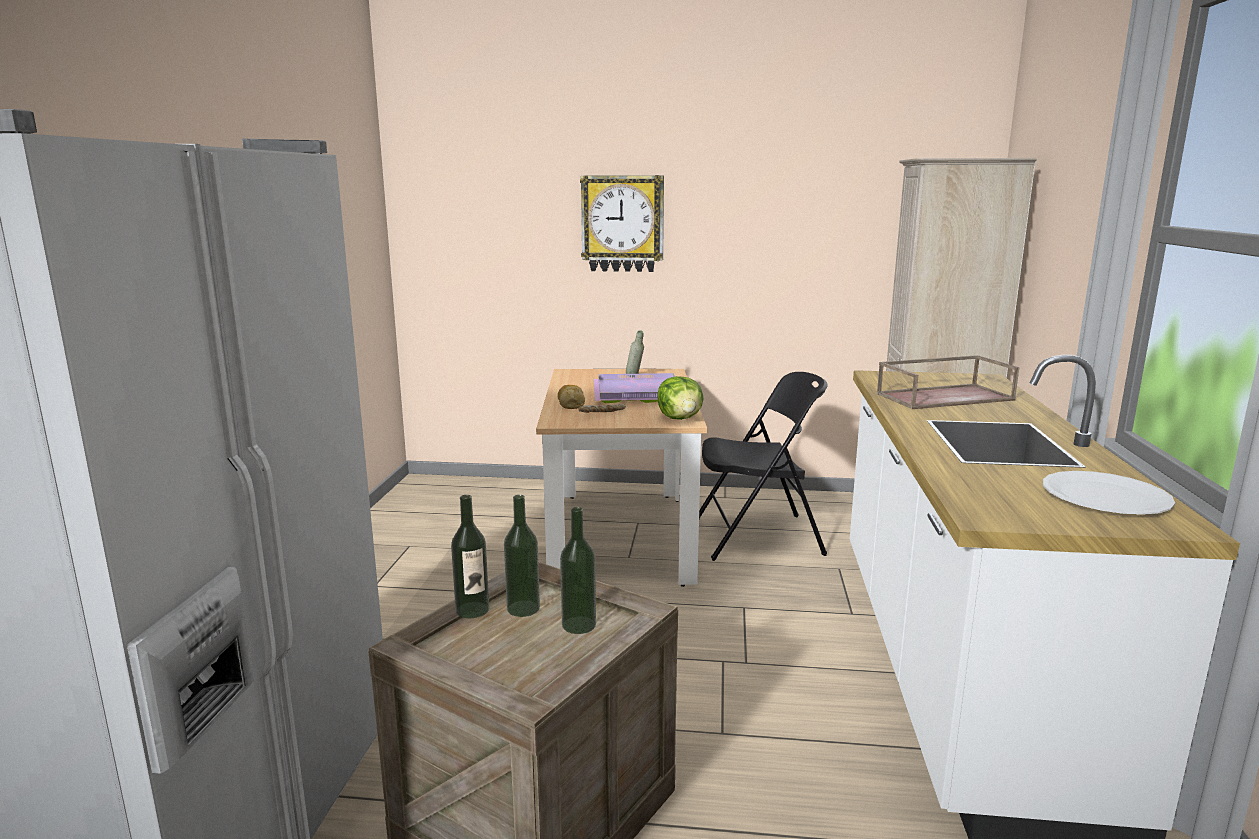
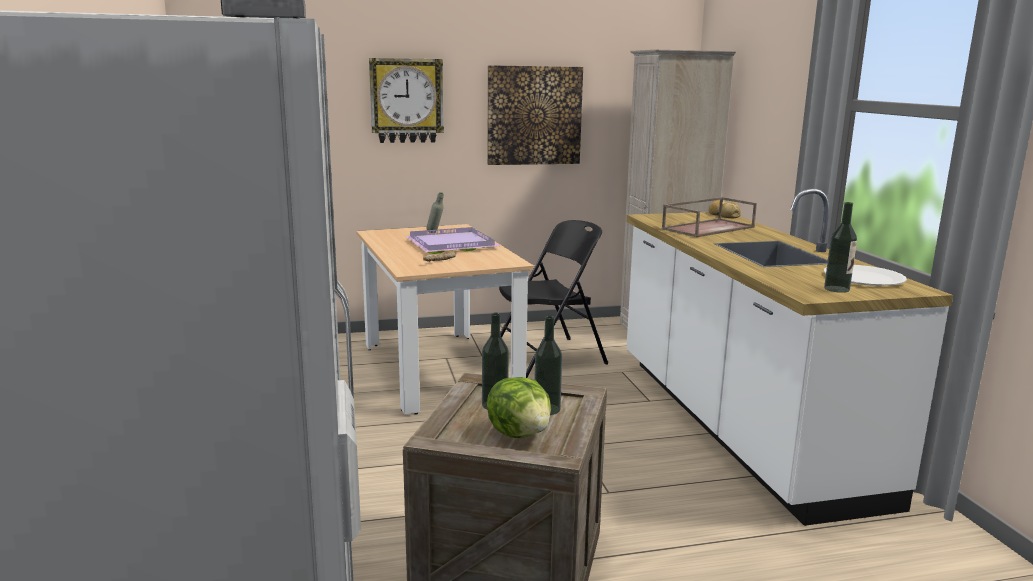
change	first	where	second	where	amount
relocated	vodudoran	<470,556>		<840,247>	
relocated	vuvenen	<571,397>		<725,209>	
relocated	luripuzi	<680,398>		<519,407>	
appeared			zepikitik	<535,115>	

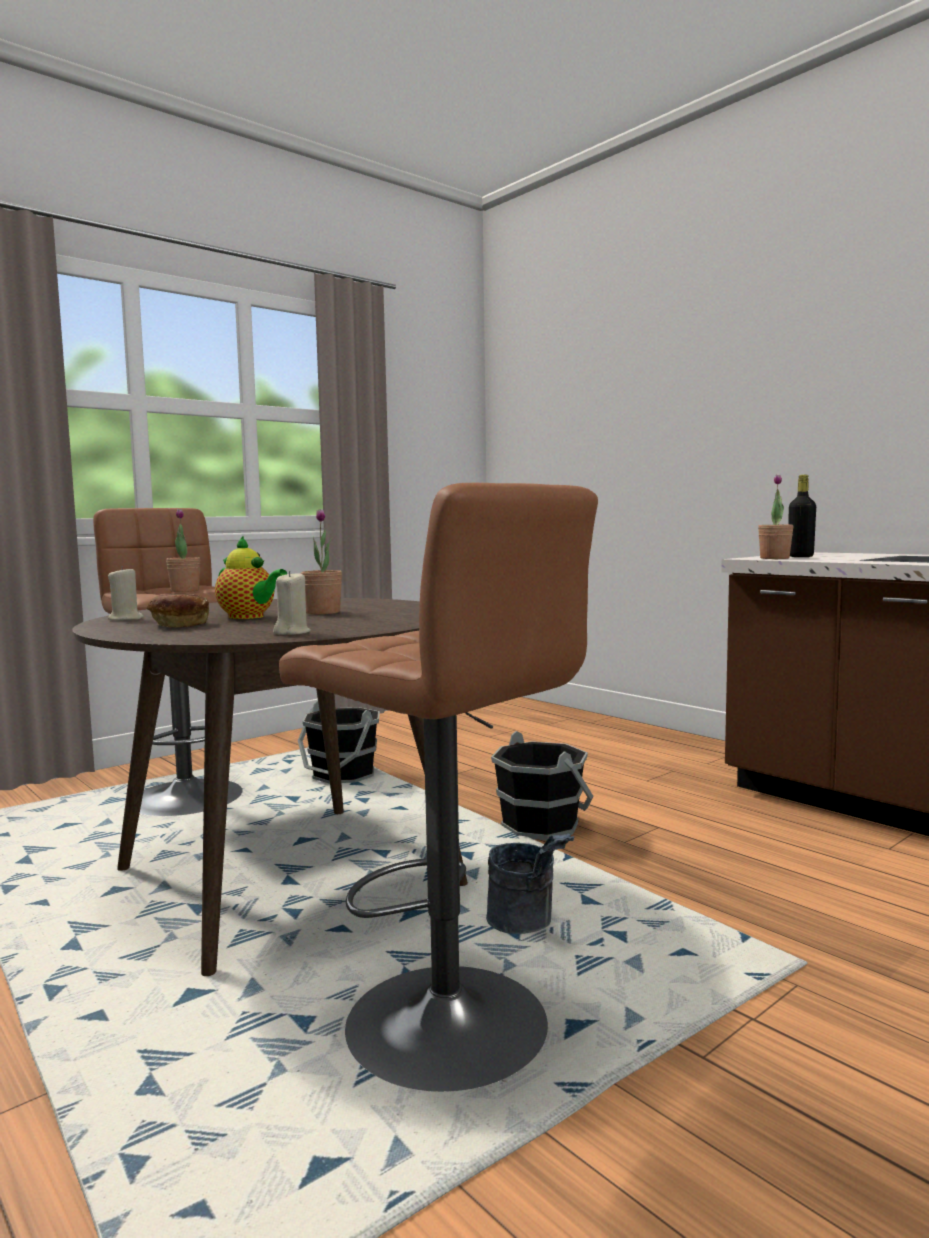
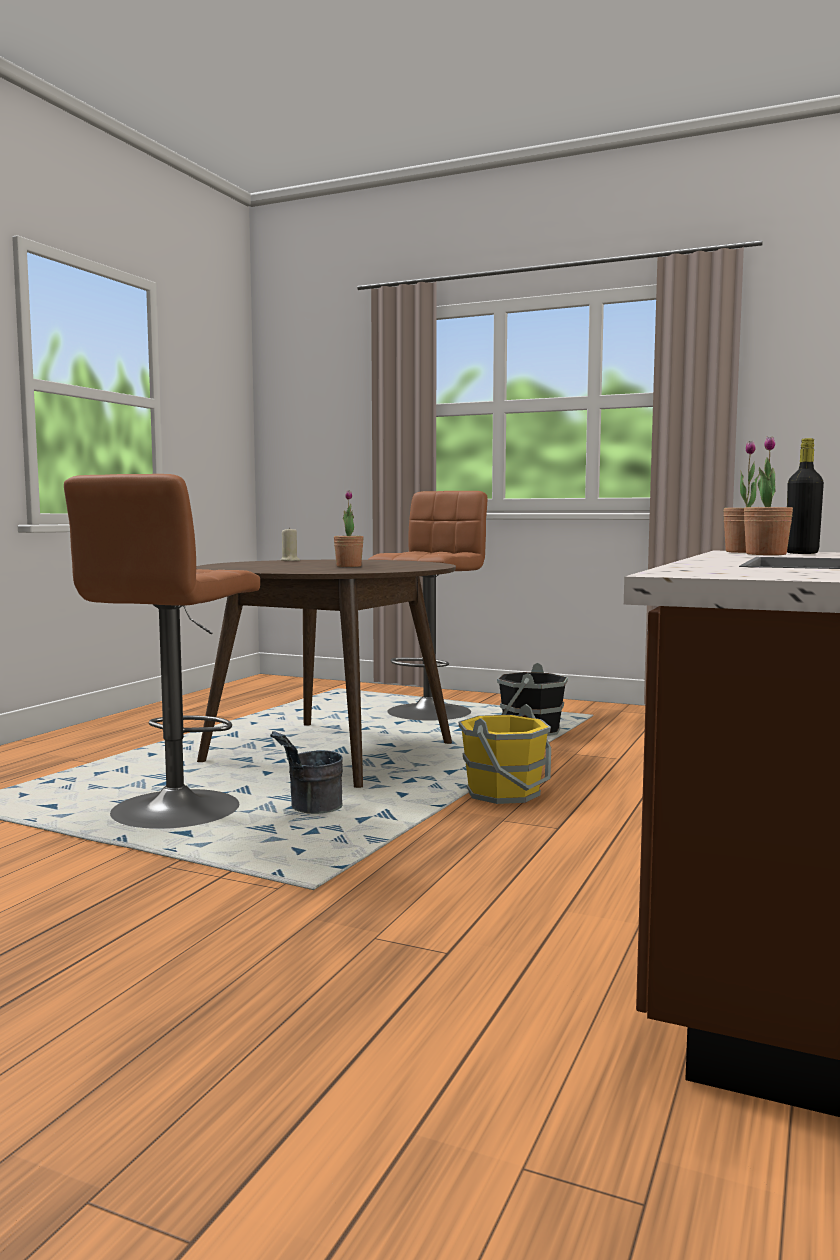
change	first	where	second	where	amount
missing	vuvenen	<177,611>			
relocated	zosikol	<183,550>		<768,495>	
missing	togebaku	<251,577>			
missing	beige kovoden	<292,603>			
colour	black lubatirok	<542,786>	yellow lubatirok	<504,754>	

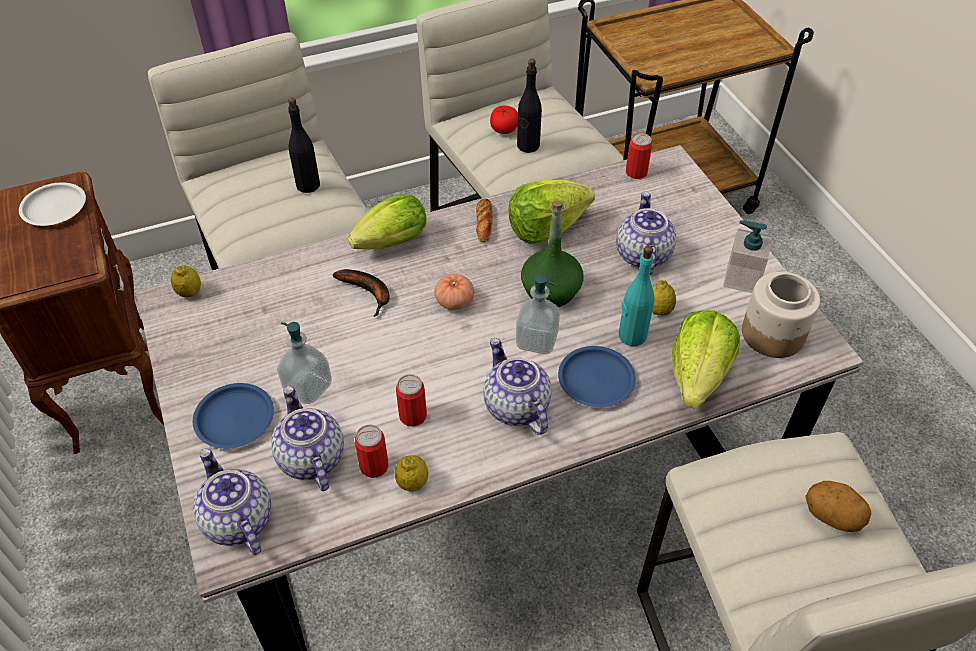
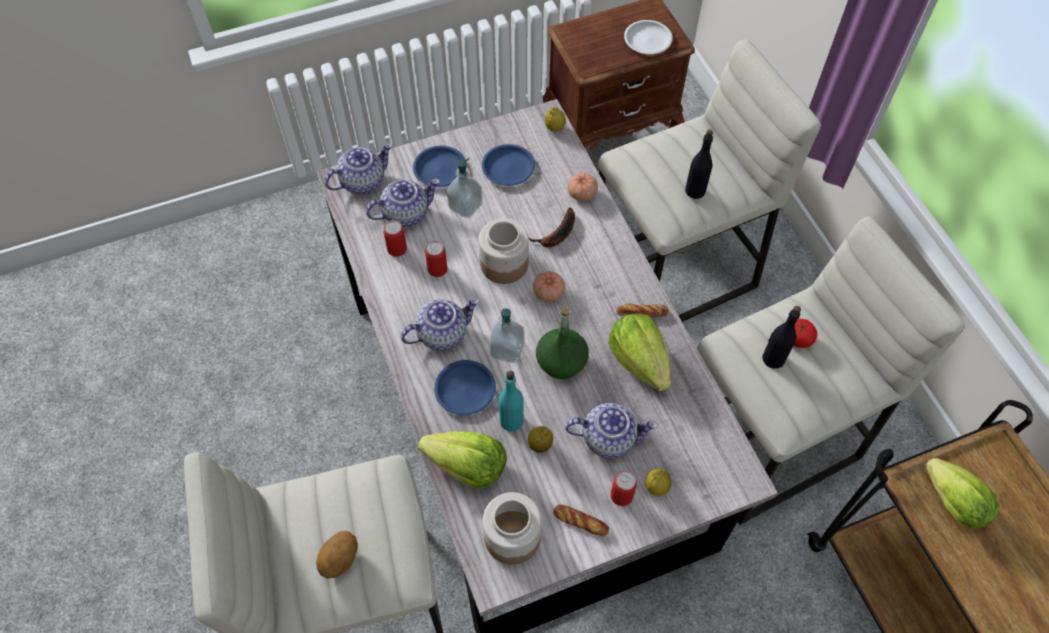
change	first	where	second	where	amount
relocated	luripuzi	<387,221>		<962,493>	
relocated	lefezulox	<412,473>		<658,482>	
relocated	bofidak	<639,156>		<624,488>	
exchanged	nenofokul	<747,256>	vuvenen	<581,521>	
appeared			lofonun	<504,251>	
appeared			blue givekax	<508,165>	
appeared			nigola	<582,187>	

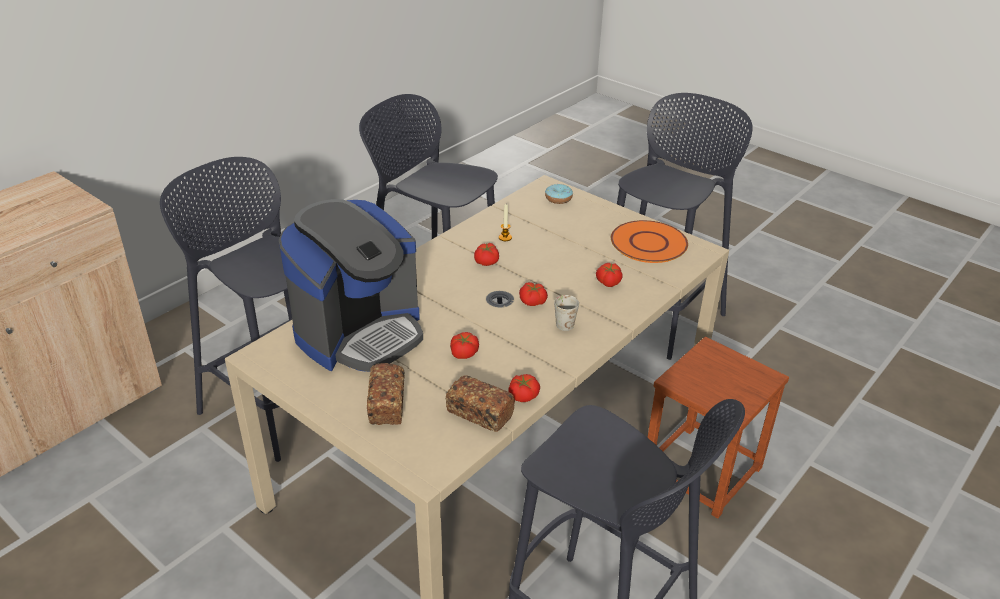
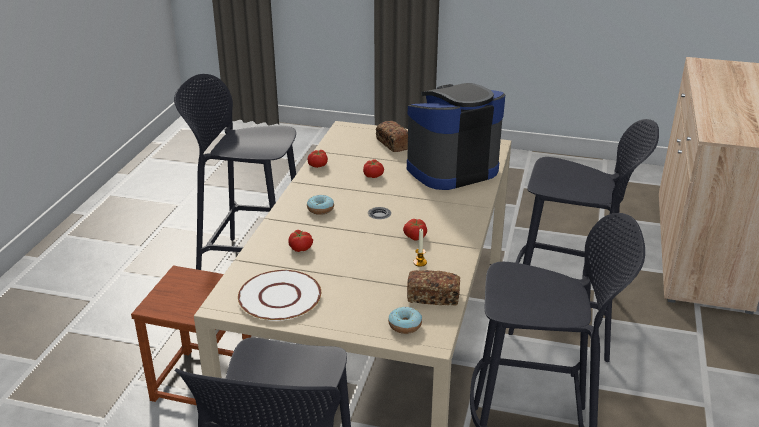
change	first	where	second	where	amount
spun	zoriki	<351,285>		<456,136>	45 degrees clockwise
relocated	vuvenen	<480,403>		<433,288>	
missing	nigola	<533,294>			
exchanged	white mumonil	<566,313>	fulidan	<320,205>	
colour	orange givekax	<649,241>	white givekax	<279,295>	

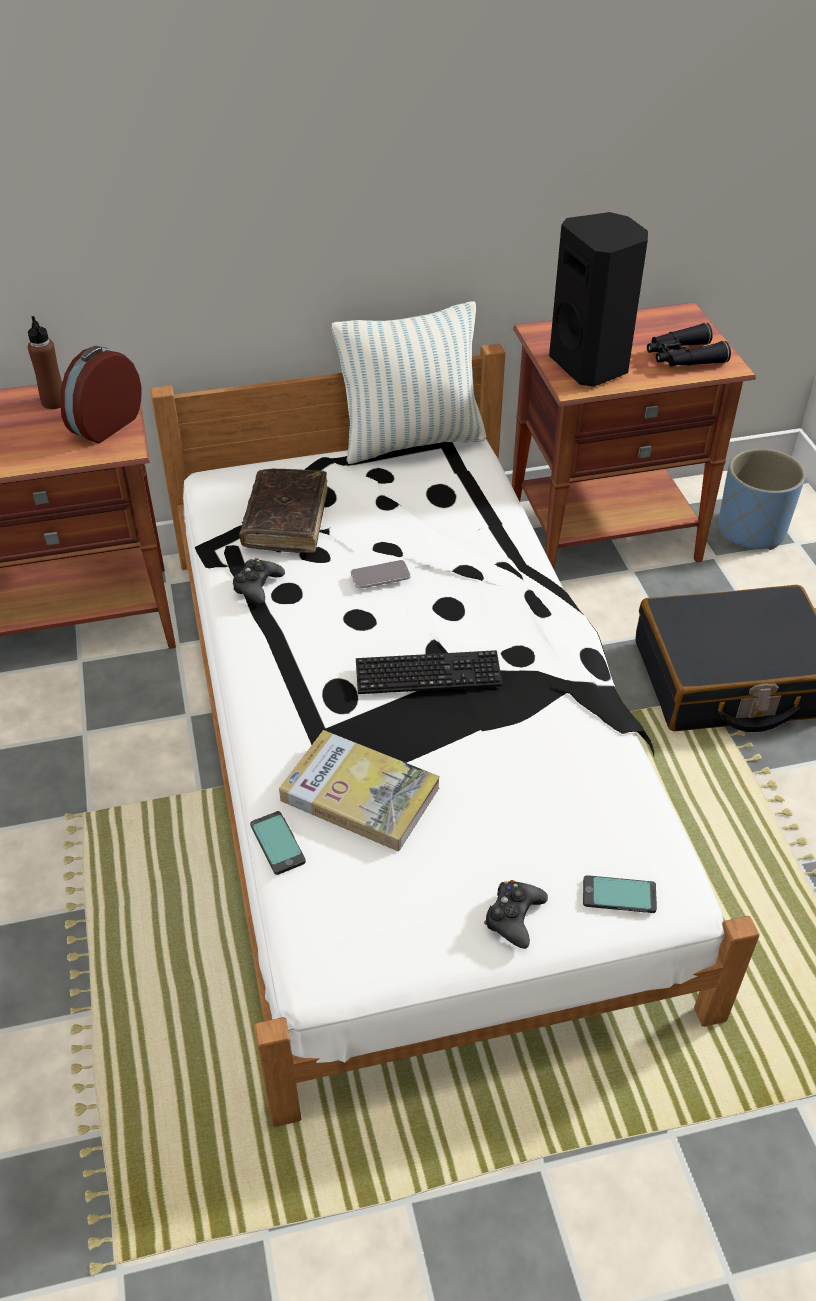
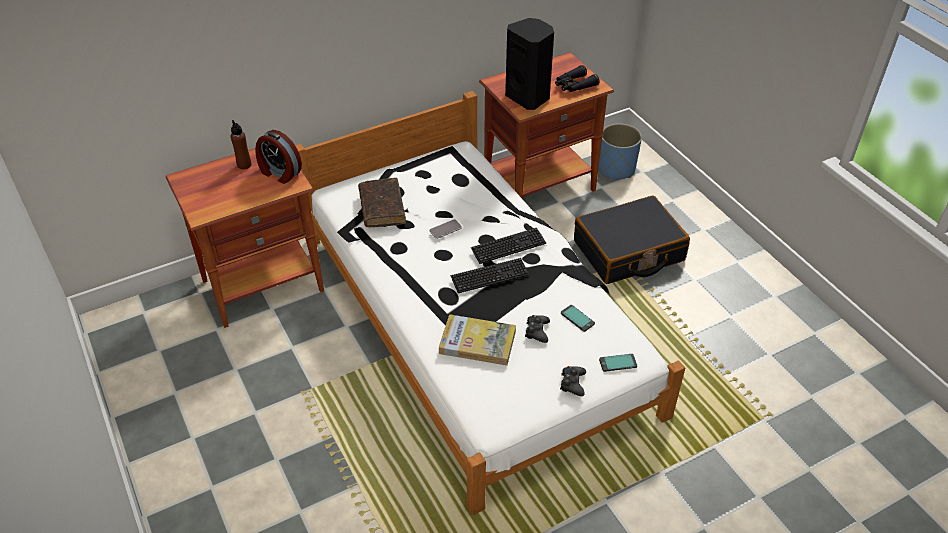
change	first	where	second	where	amount
spun	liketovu	<101,394>		<278,157>	75 degrees counterclockwise
relocated	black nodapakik	<259,581>		<537,329>	
relocated	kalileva	<278,843>		<578,318>	
missing	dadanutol	<409,382>			
appeared			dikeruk	<508,246>	

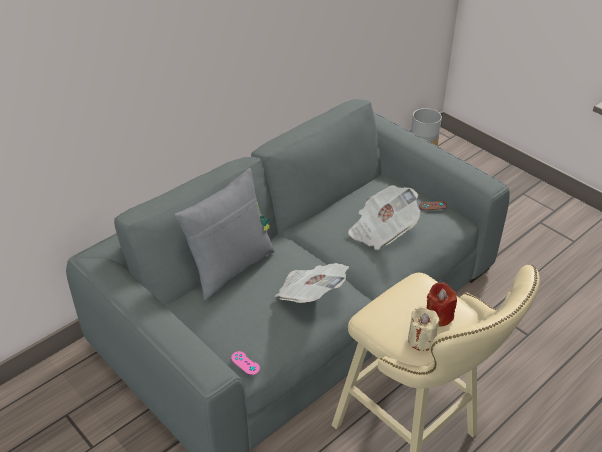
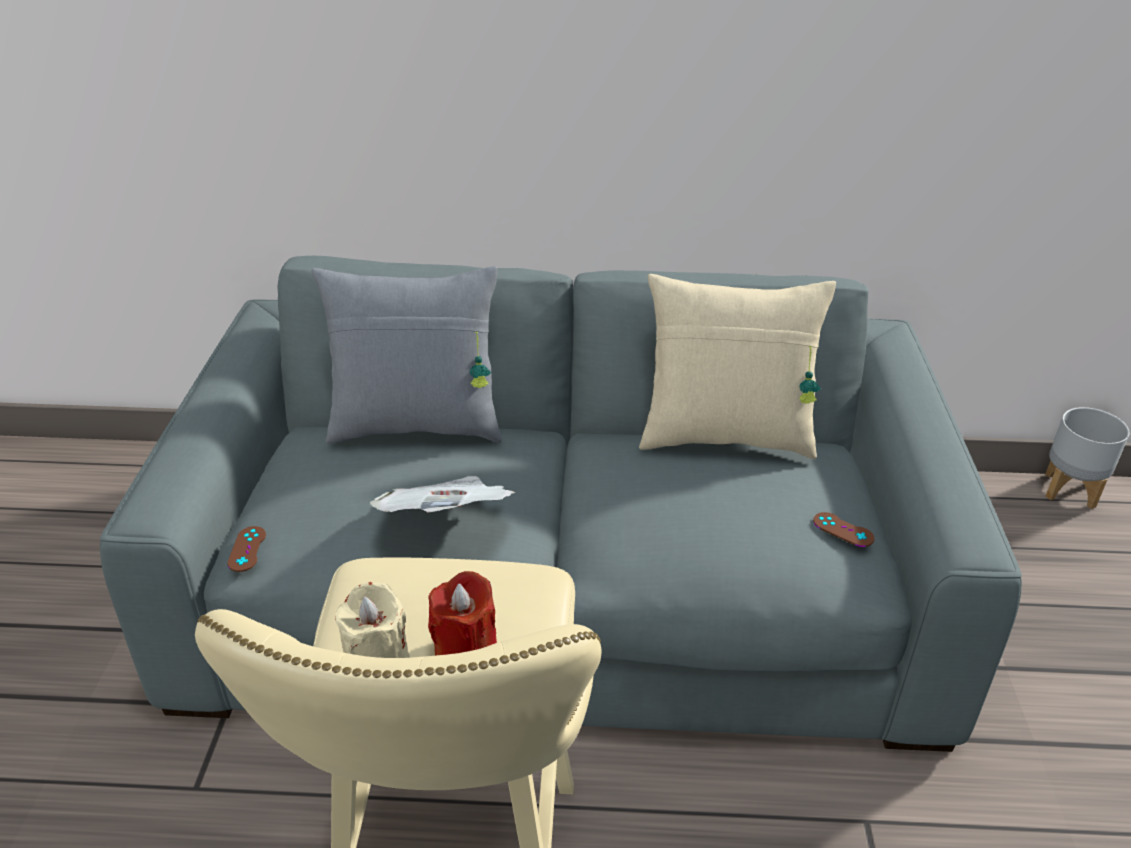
change	first	where	second	where	amount
colour	pink nodapakik	<245,363>	brown nodapakik	<246,549>	
missing	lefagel	<384,217>			
appeared			beige dadanutol	<737,366>	

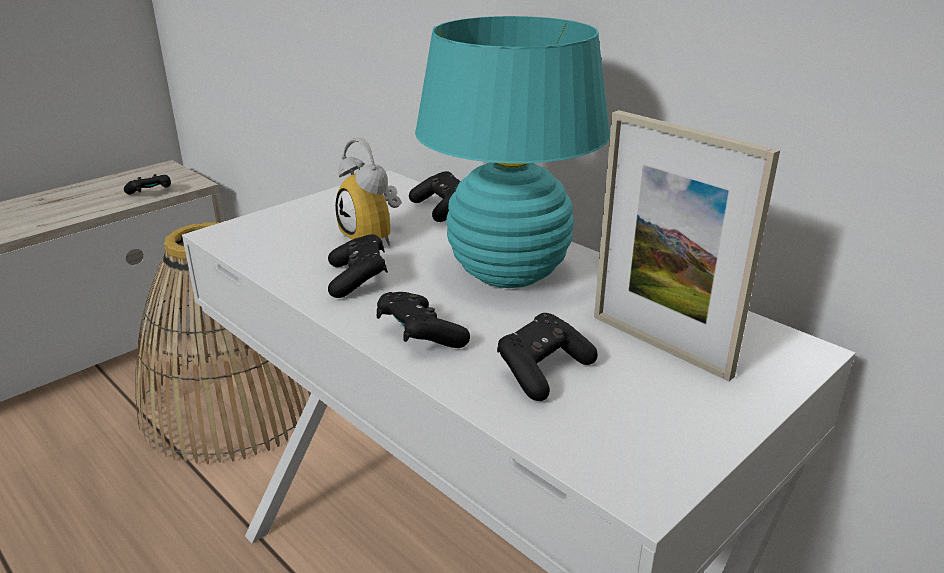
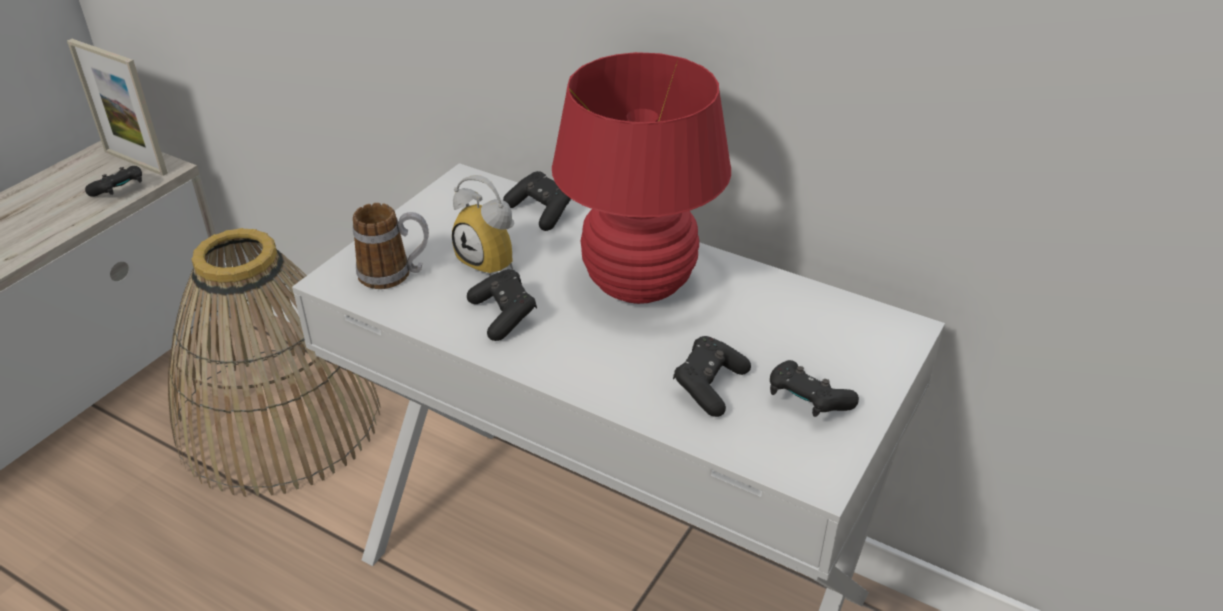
change	first	where	second	where	amount
relocated	black nodapakik	<423,320>		<814,388>	
colour	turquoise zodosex	<512,152>	red zodosex	<641,178>	
relocated	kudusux	<687,245>		<117,107>	
appeared			mumonil	<391,246>	

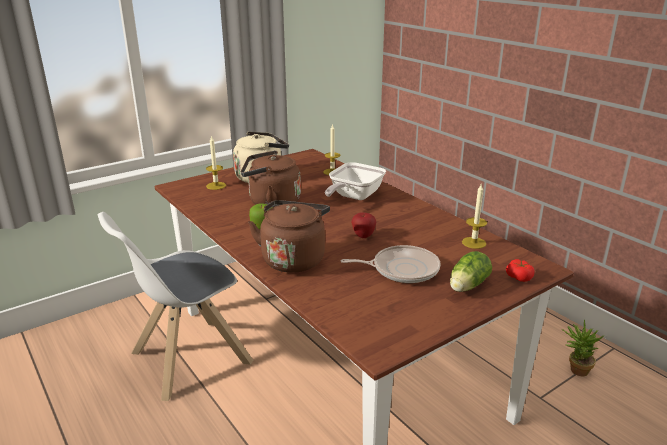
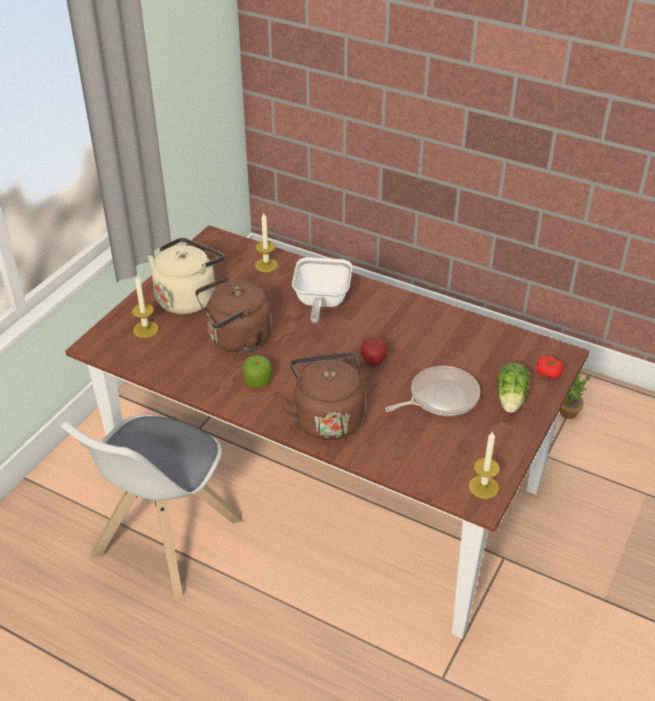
change	first	where	second	where	amount
relocated	kovoden	<474,216>		<484,465>	

